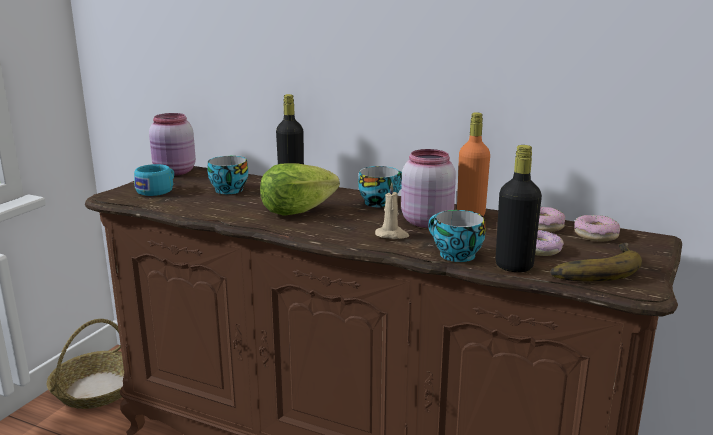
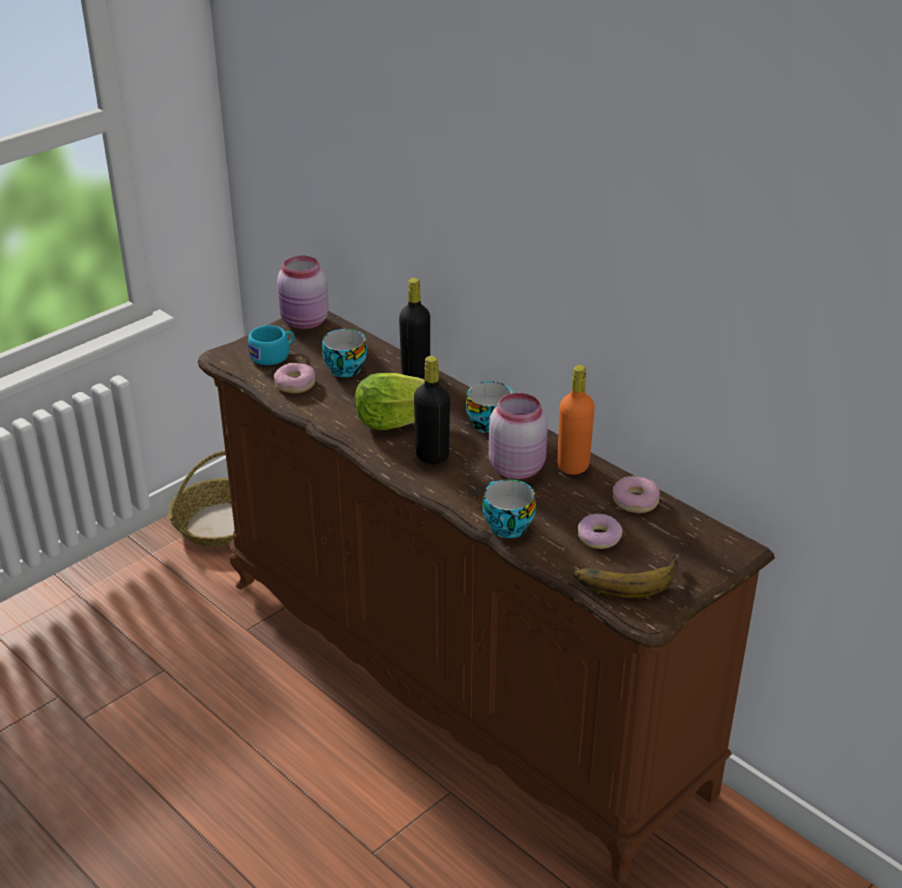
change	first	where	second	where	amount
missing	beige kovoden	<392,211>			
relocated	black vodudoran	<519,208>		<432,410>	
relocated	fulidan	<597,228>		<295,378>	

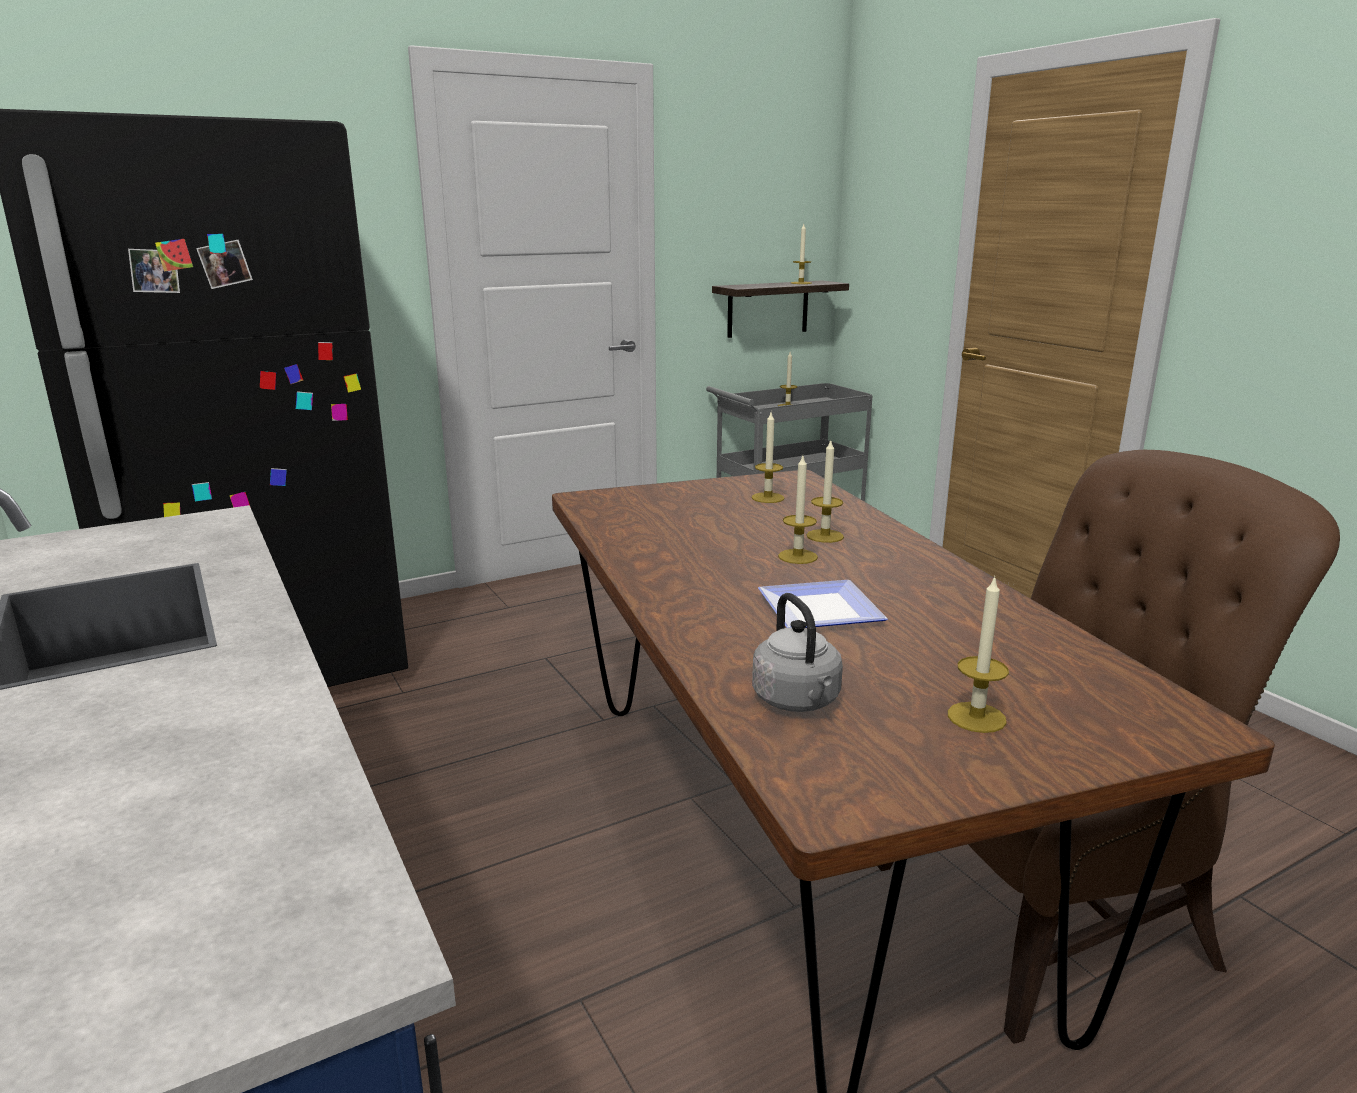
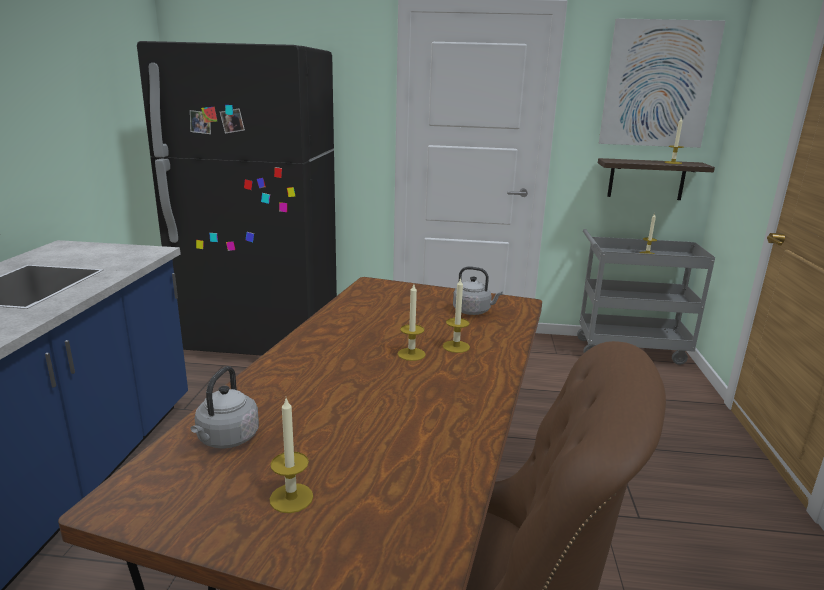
change	first	where	second	where	amount
exchanged	kovoden	<768,457>	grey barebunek	<478,290>	
missing	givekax	<823,604>			
appeared			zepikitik	<662,83>	

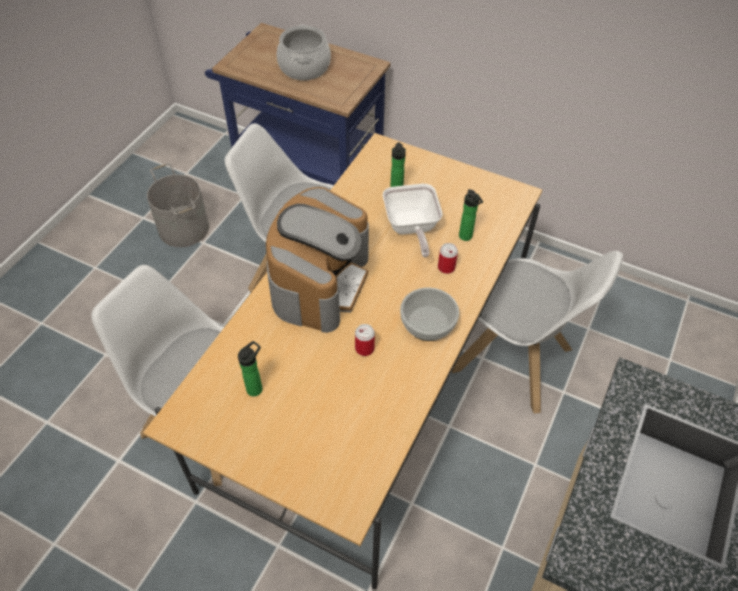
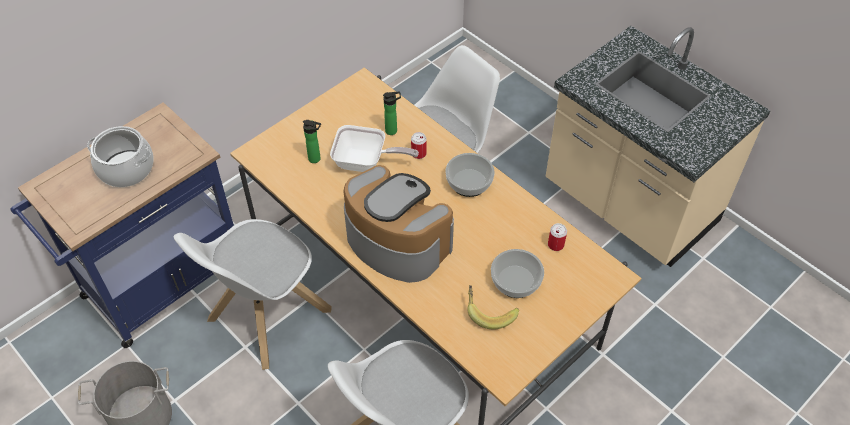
change	first	where	second	where	amount
exchanged	vodudoran	<250,369>	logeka	<493,307>	
relocated	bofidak	<365,340>		<557,237>	
appeared			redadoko	<517,273>	

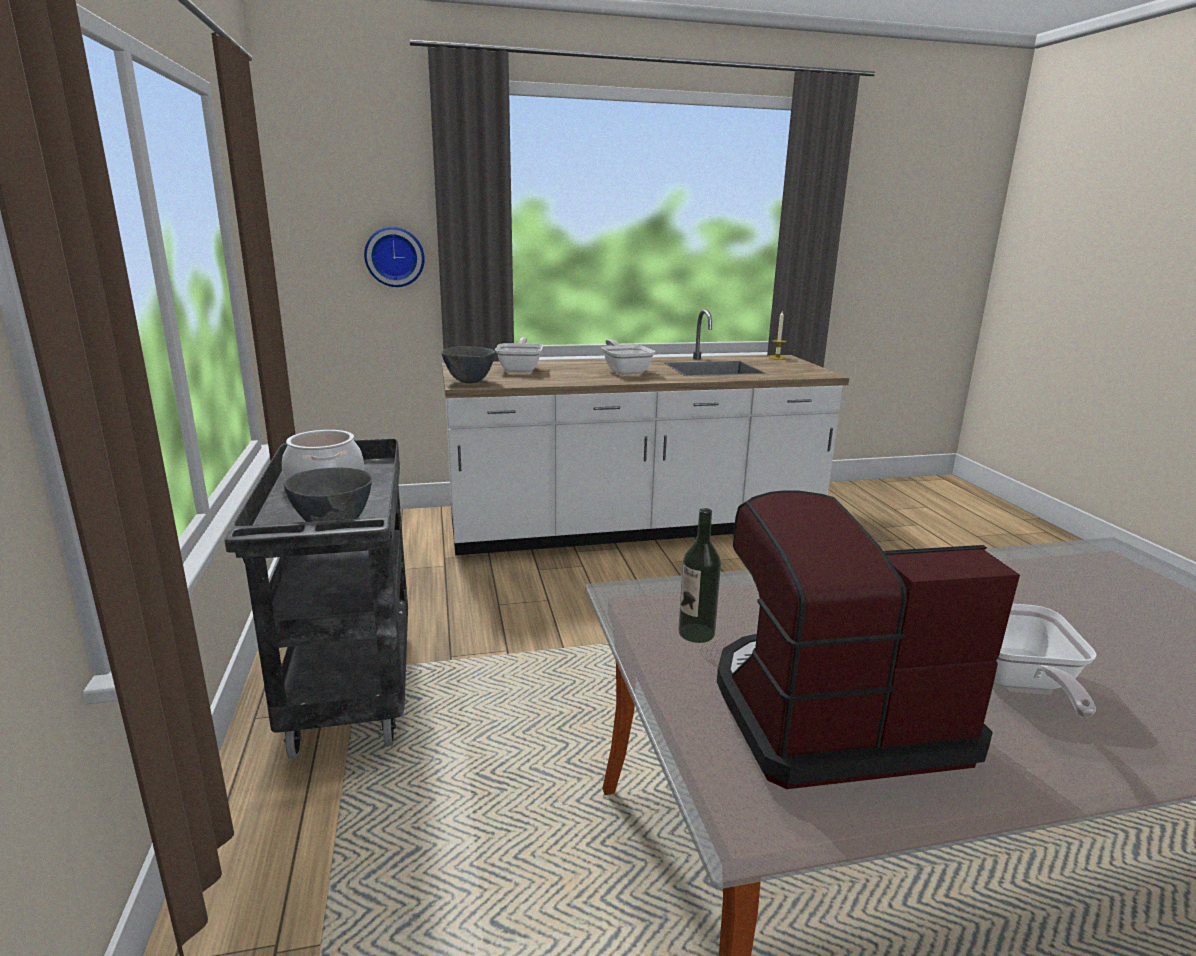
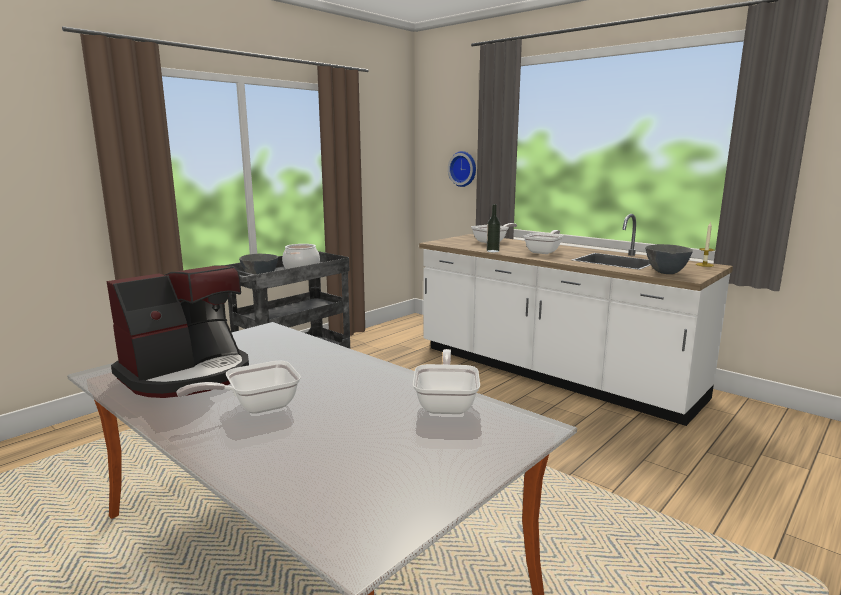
change	first	where	second	where	amount
relocated	grey redadoko	<468,364>		<669,259>	
relocated	vodudoran	<699,575>		<493,228>	
spun	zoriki	<868,639>		<177,331>	90 degrees clockwise
appeared			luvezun	<446,381>	

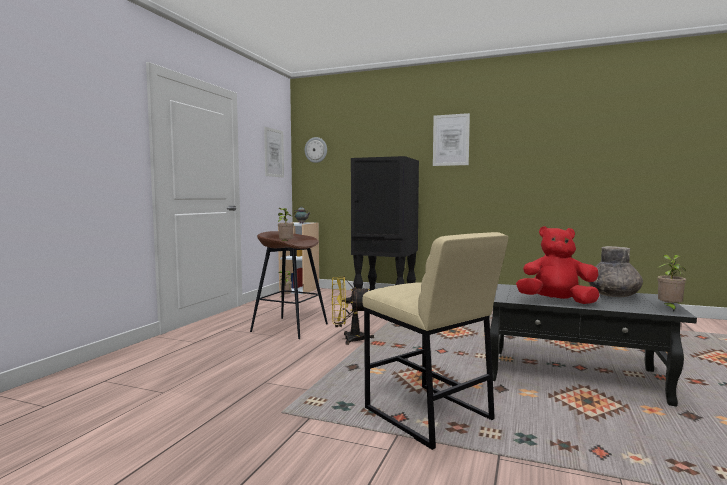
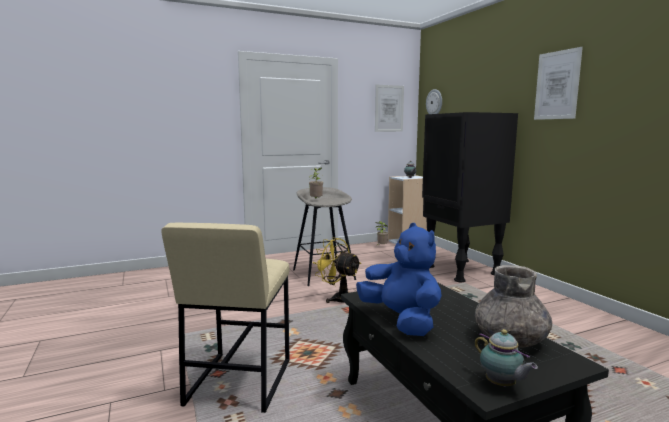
change	first	where	second	where	amount
colour	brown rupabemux	<289,285>	grey rupabemux	<324,236>	
colour	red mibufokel	<558,265>	blue mibufokel	<399,279>	
exchanged	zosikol	<671,283>	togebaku	<506,358>	

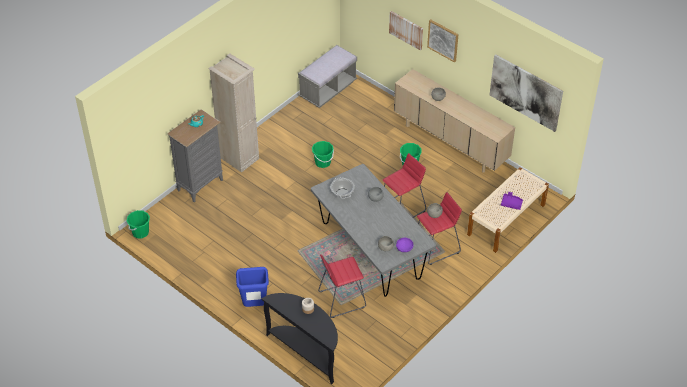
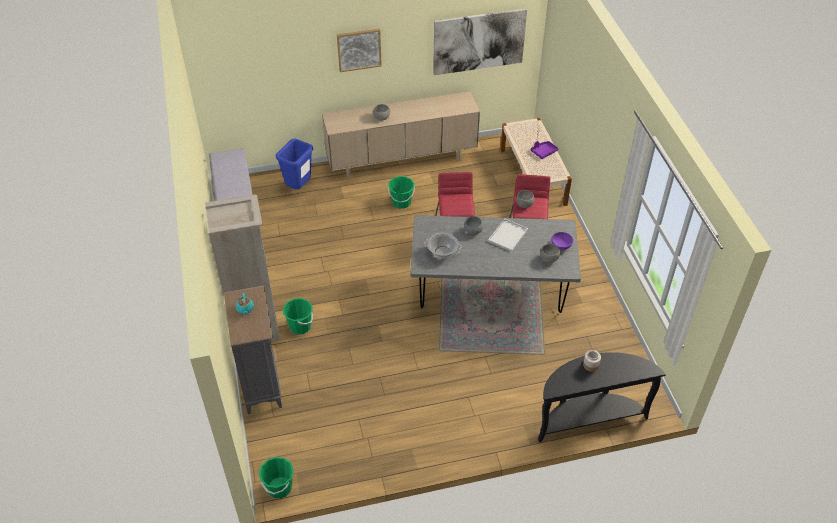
change	first	where	second	where	amount
relocated	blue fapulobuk	<252,287>		<294,164>	
relocated	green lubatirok	<323,154>		<298,316>	
missing	red rupabemux	<342,286>			
missing	zepikitik	<406,31>			
appeared			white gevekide	<508,235>	

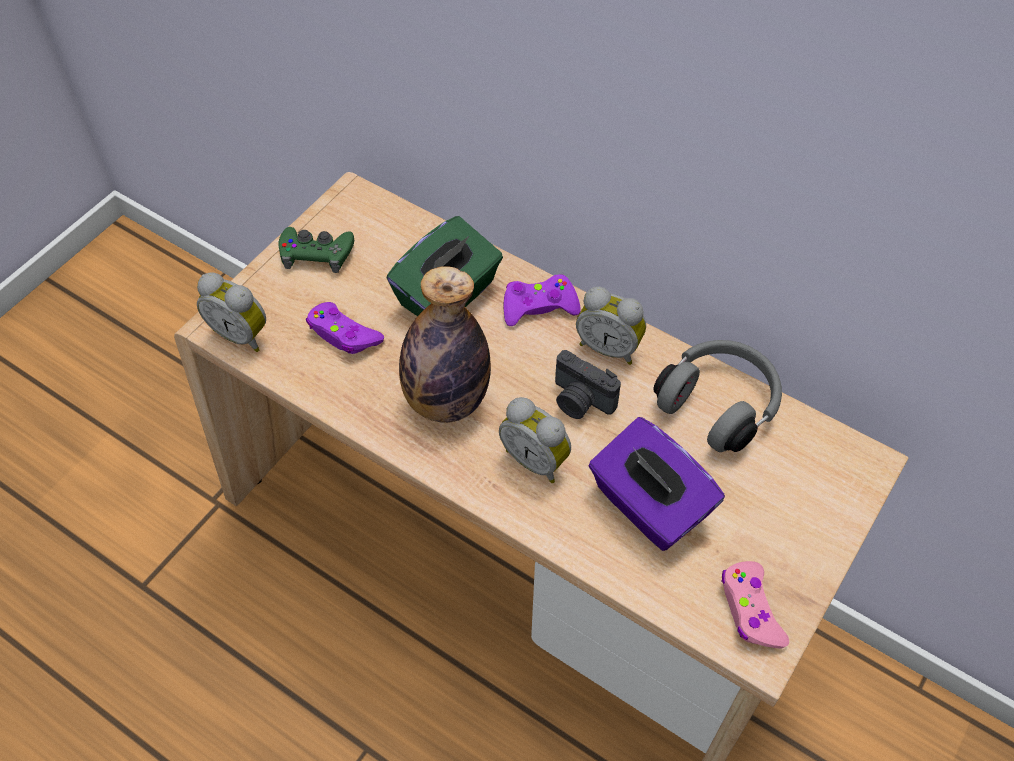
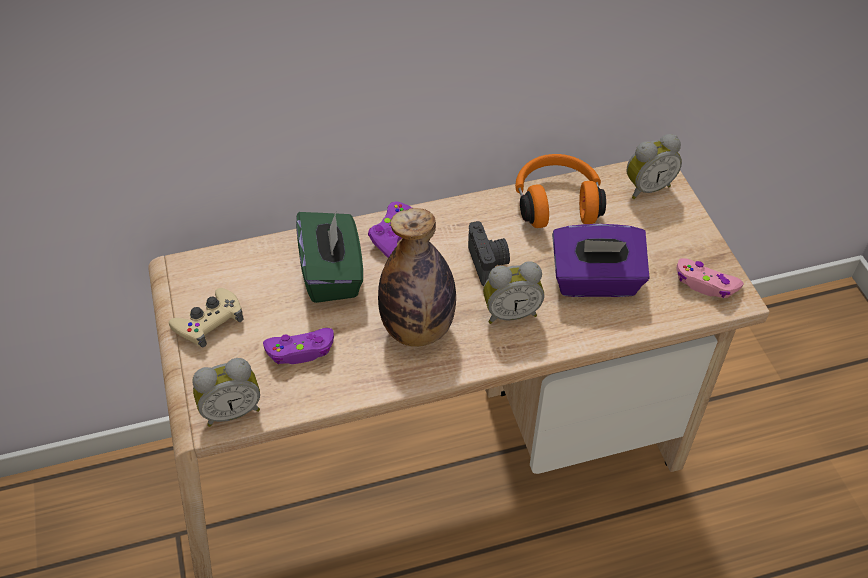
change	first	where	second	where	amount
colour	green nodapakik	<316,250>	beige nodapakik	<206,318>	
spun	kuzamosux	<588,384>		<489,253>	90 degrees counterclockwise
relocated	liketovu	<611,325>		<654,166>	
colour	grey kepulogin	<717,396>	orange kepulogin	<560,191>	

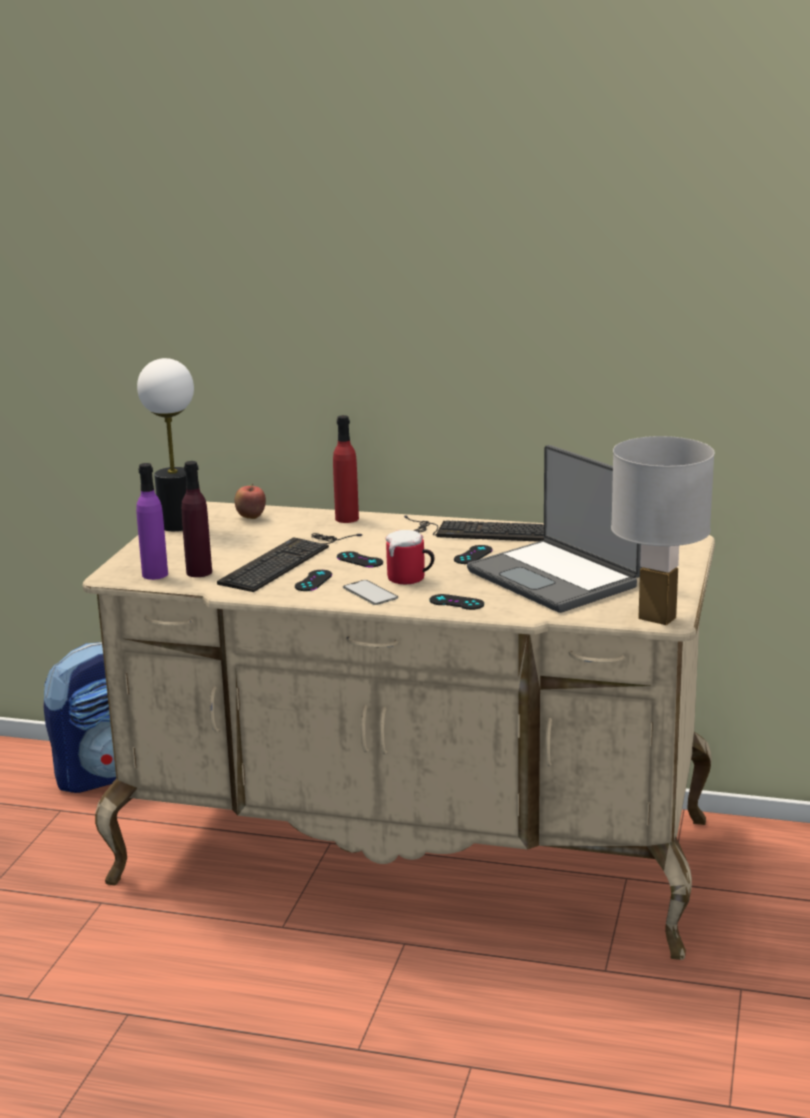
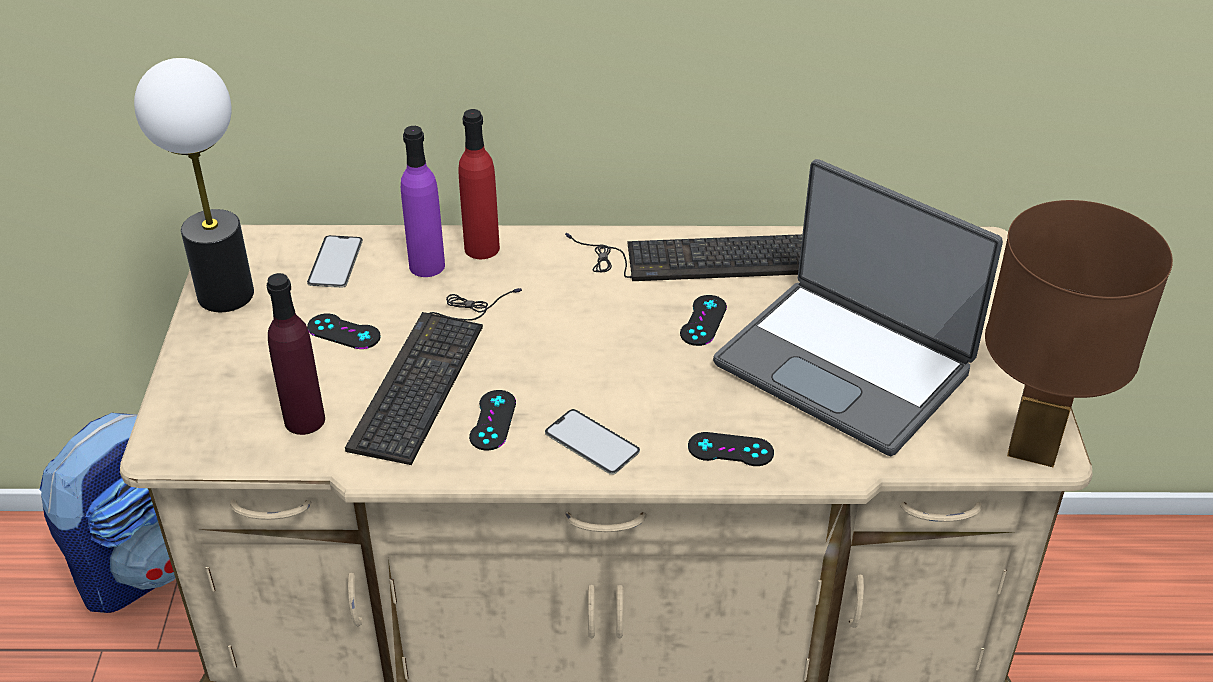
change	first	where	second	where	amount
relocated	purple vodudoran	<152,521>		<423,201>	
exchanged	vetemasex	<250,501>	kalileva	<335,261>	
relocated	black nodapakik	<360,559>		<344,331>	
missing	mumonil	<410,557>			
colour	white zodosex	<663,530>	brown zodosex	<1079,333>	

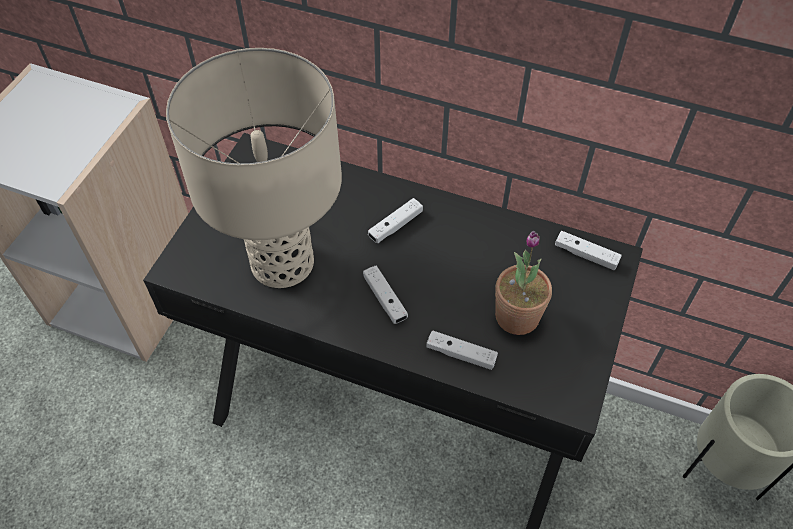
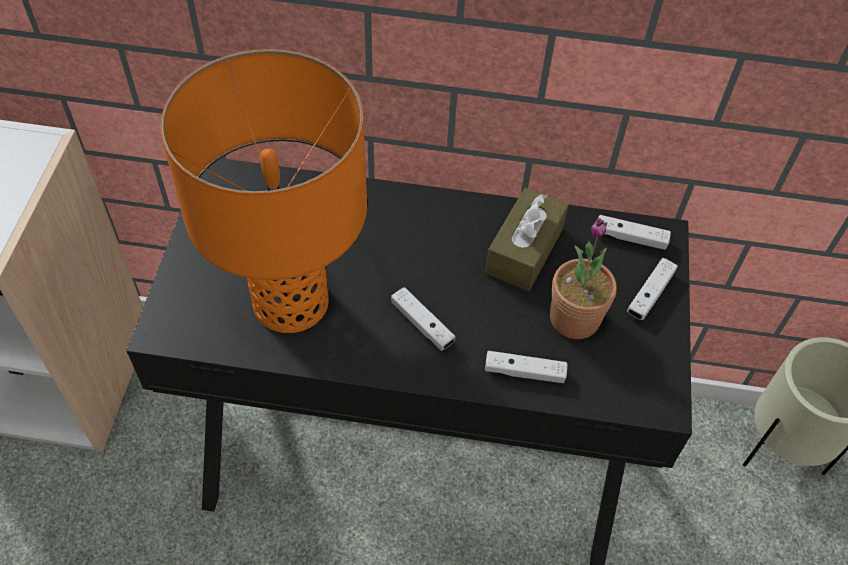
change	first	where	second	where	amount
colour	beige zodosex	<254,168>	orange zodosex	<263,191>	
relocated	white nodapakik	<395,220>		<652,289>	
appeared			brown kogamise	<527,239>	

